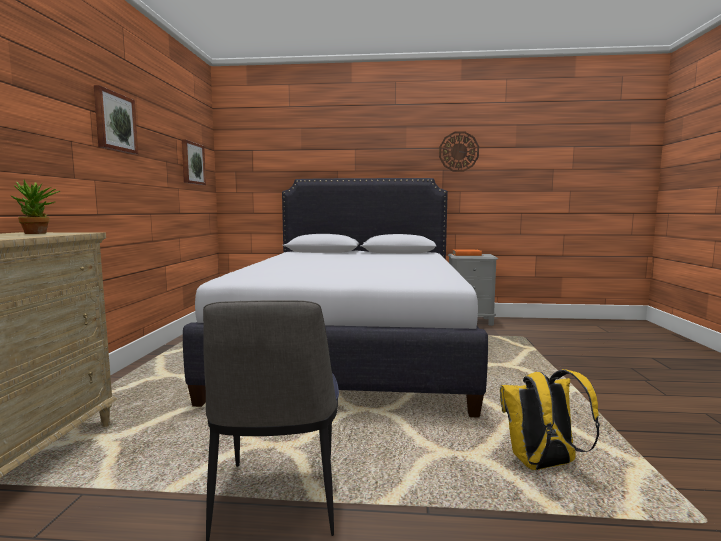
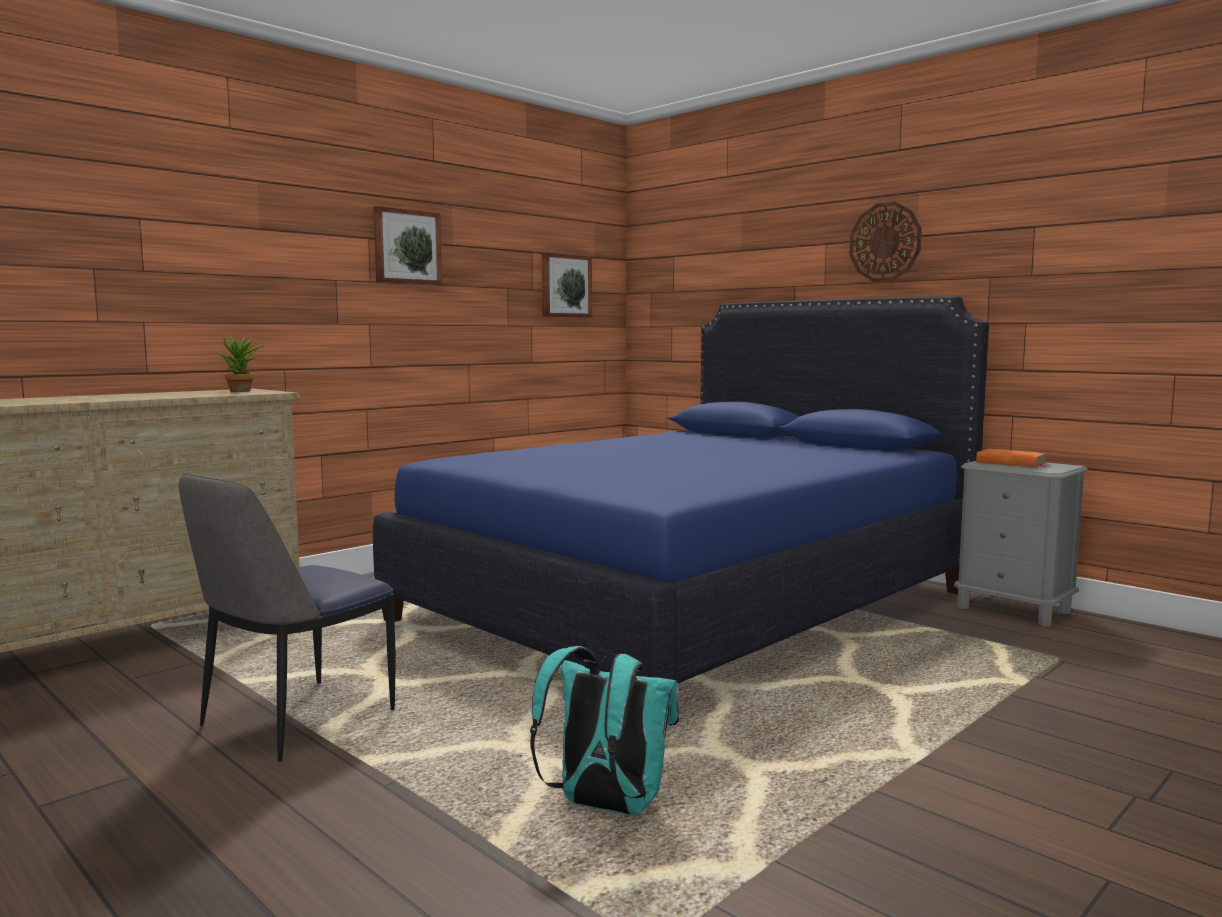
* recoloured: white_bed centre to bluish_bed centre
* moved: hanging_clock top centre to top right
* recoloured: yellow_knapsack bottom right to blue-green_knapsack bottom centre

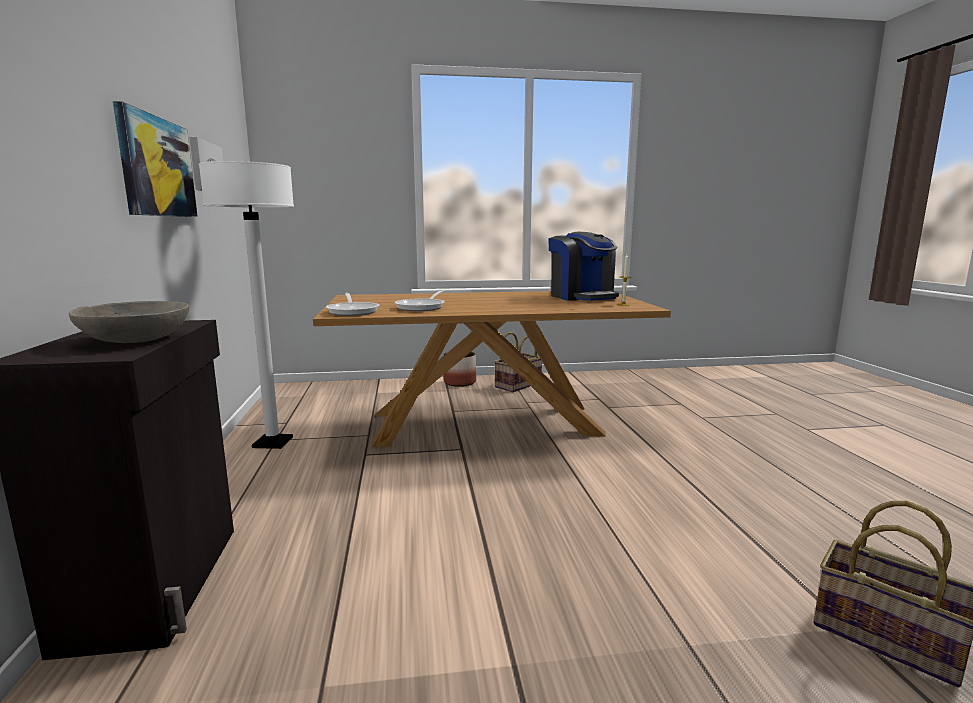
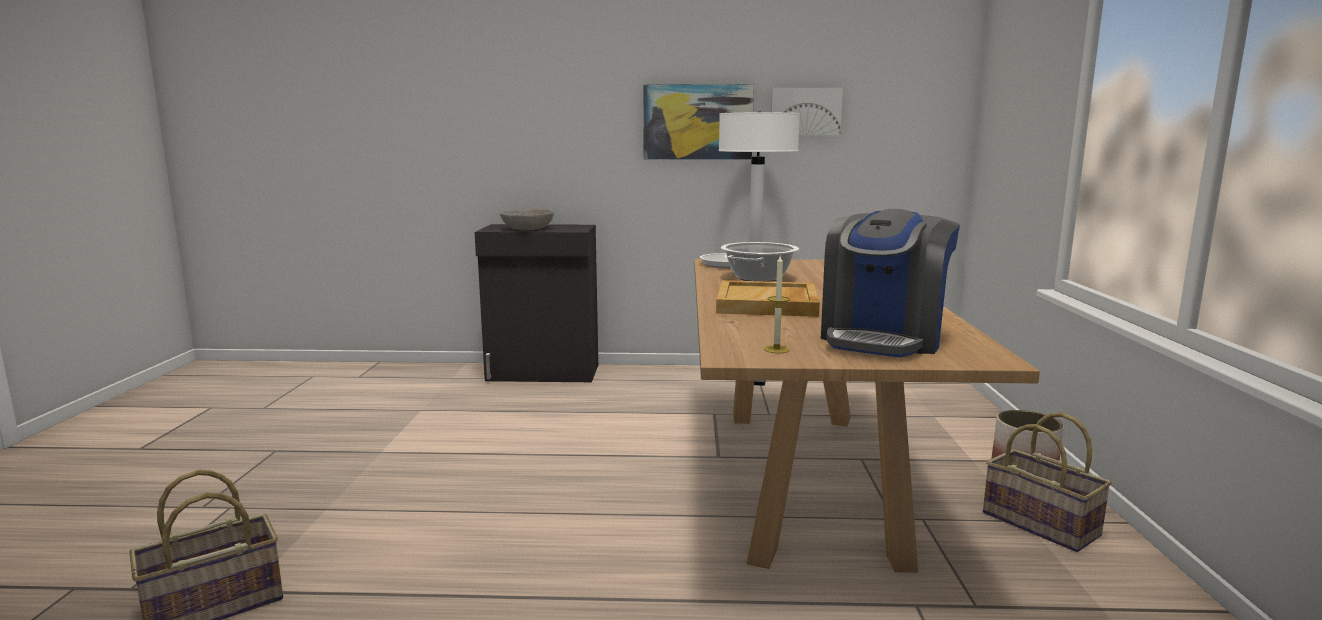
* replaced: pan (2nd from left) centre to saucepot centre
* turned: coffee_maker centre = middle right 45 degrees counterclockwise
* added: beige-coloured_tray centre

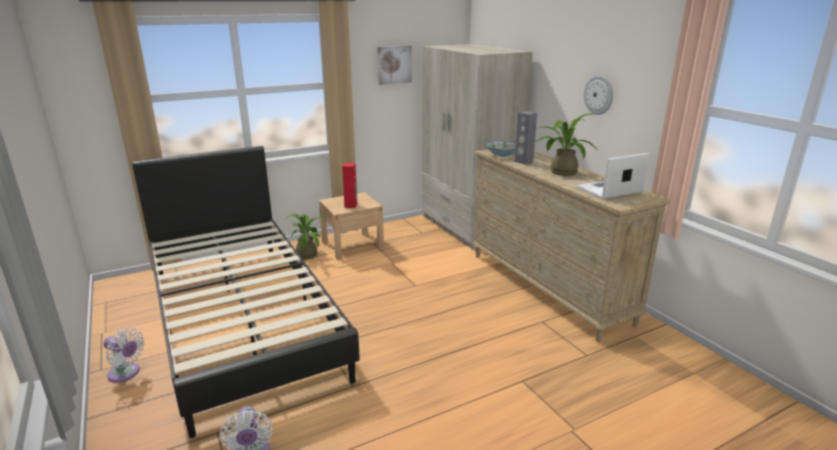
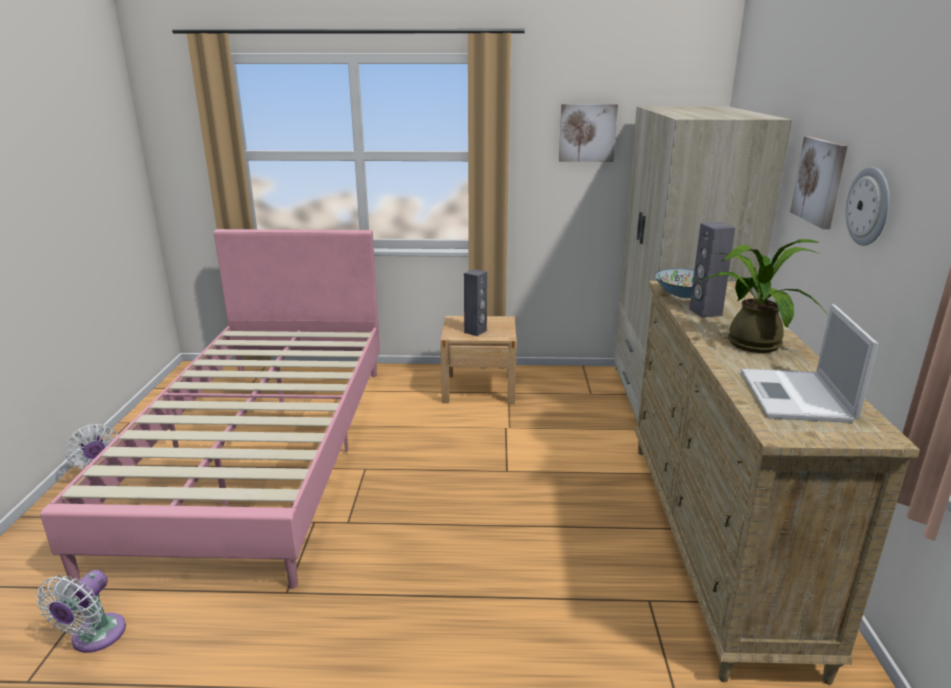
* recoloured: black_bed middle left to pink-coloured_bed middle left
* removed: houseplant (1st from left) centre
* recoloured: red_audio_speaker centre to greyish_audio_speaker (1st from left) centre
* turned: notebook_computer middle right = middle right 90 degrees counterclockwise
* added: wall_picture (2nd from left) top right

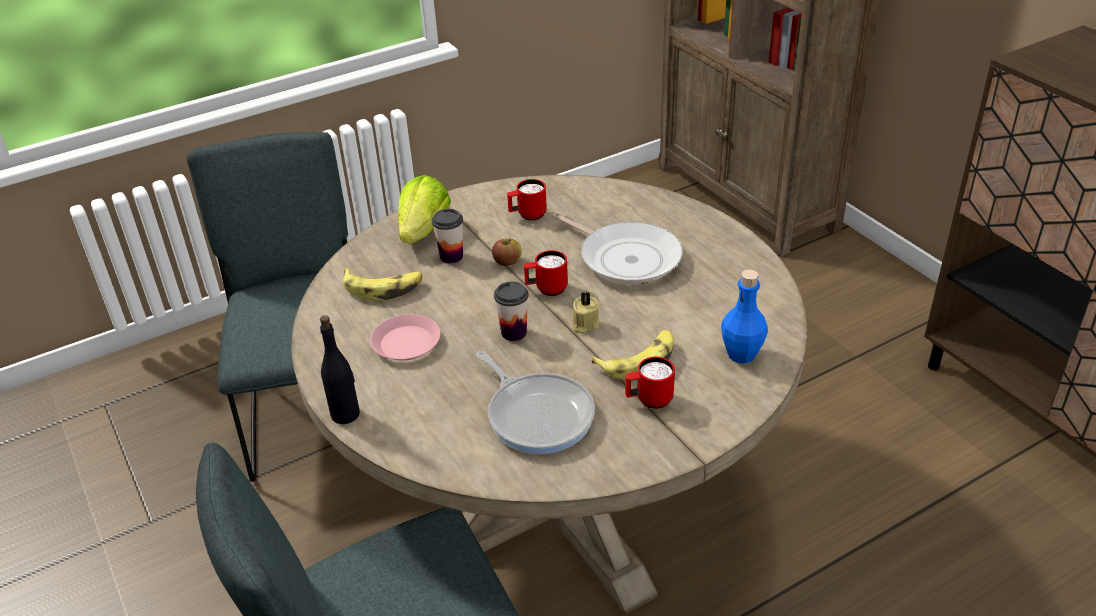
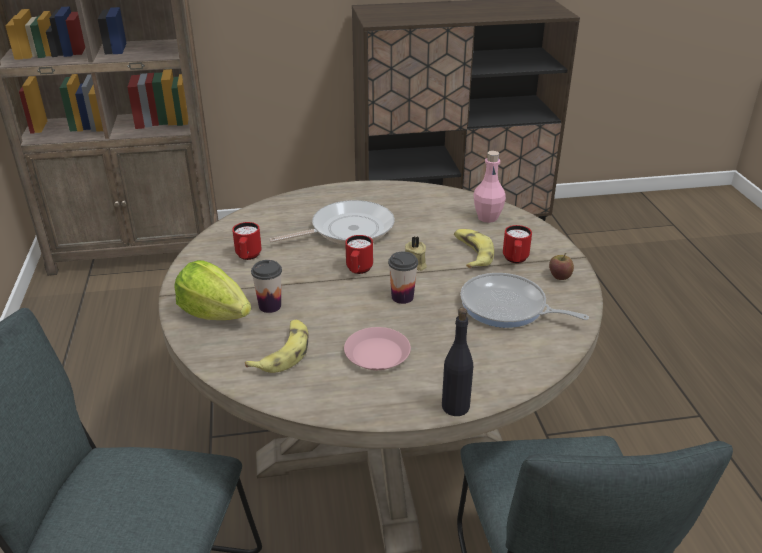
* turned: pan (1st from left in the first image) centre = middle right 135 degrees counterclockwise
* moved: apple_fruit centre to middle right
* recoloured: bluish_bottle middle right to pink-coloured_bottle centre

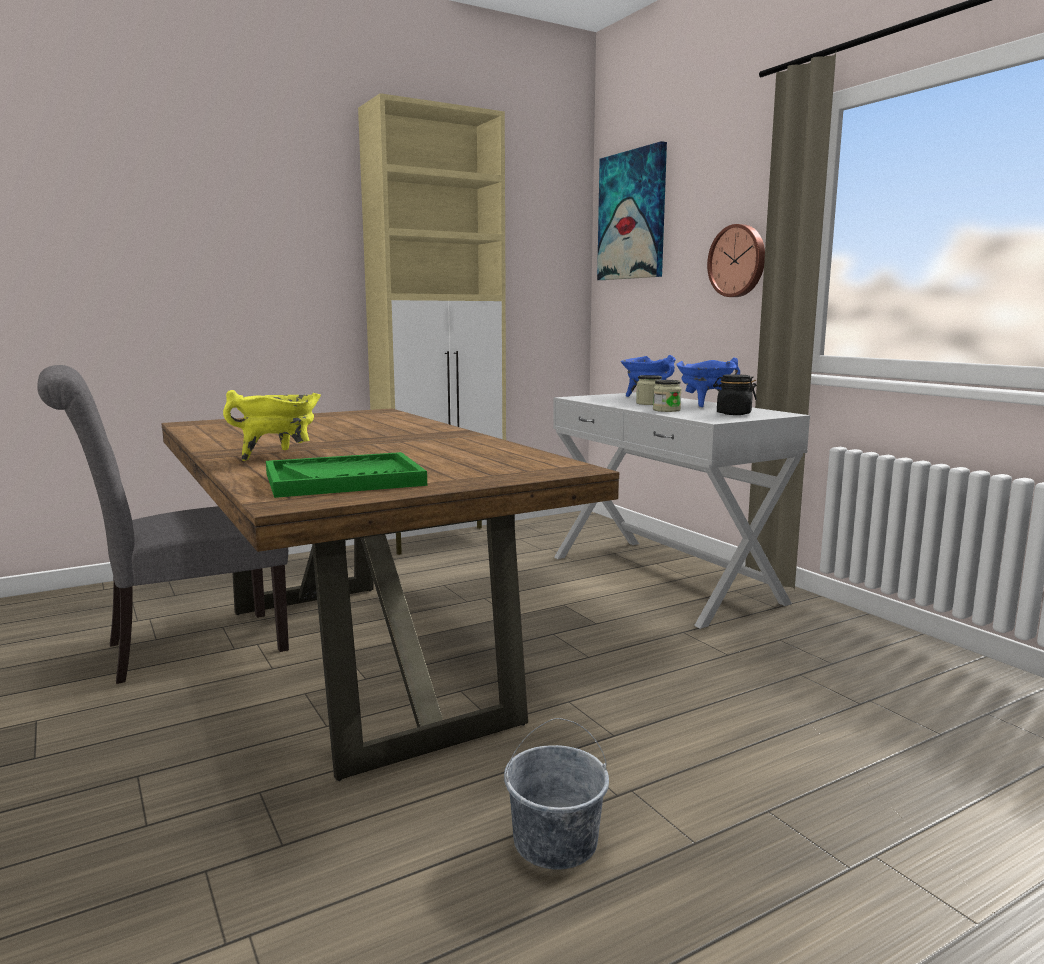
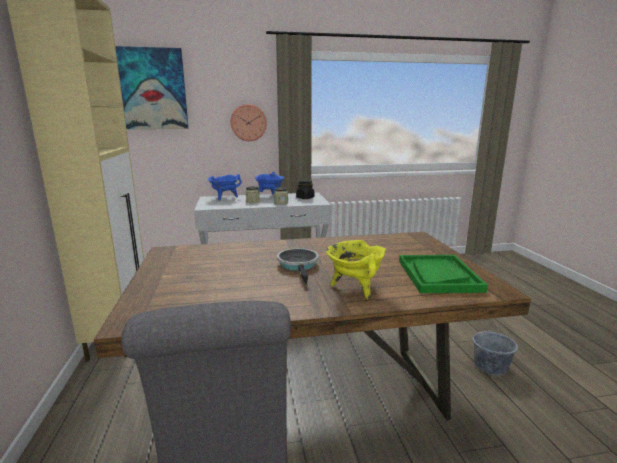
* added: pan centre

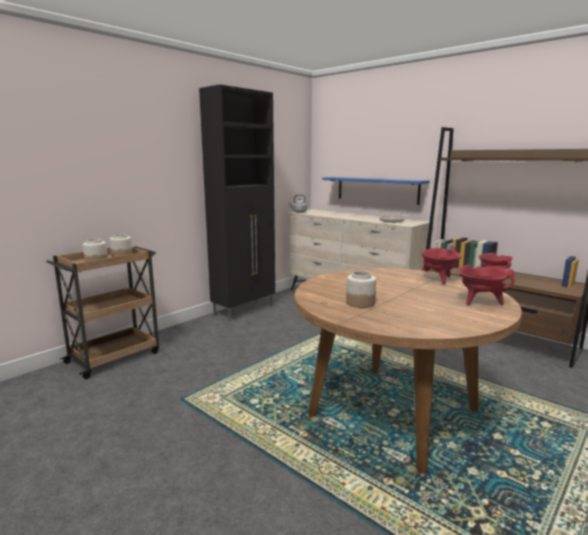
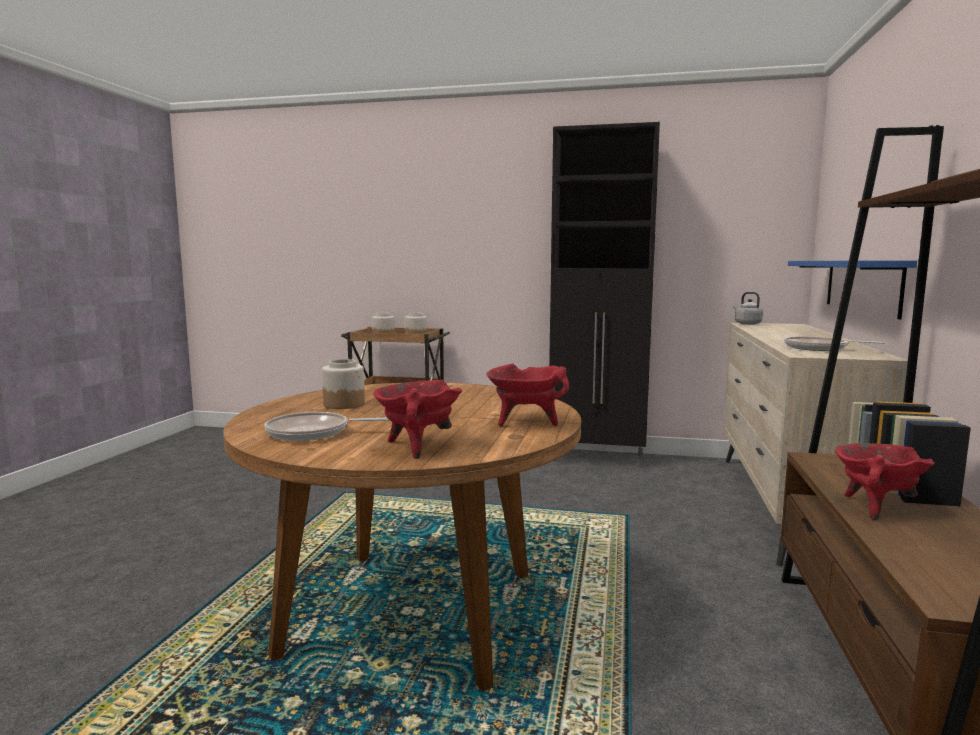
* added: pan (1st from left) centre

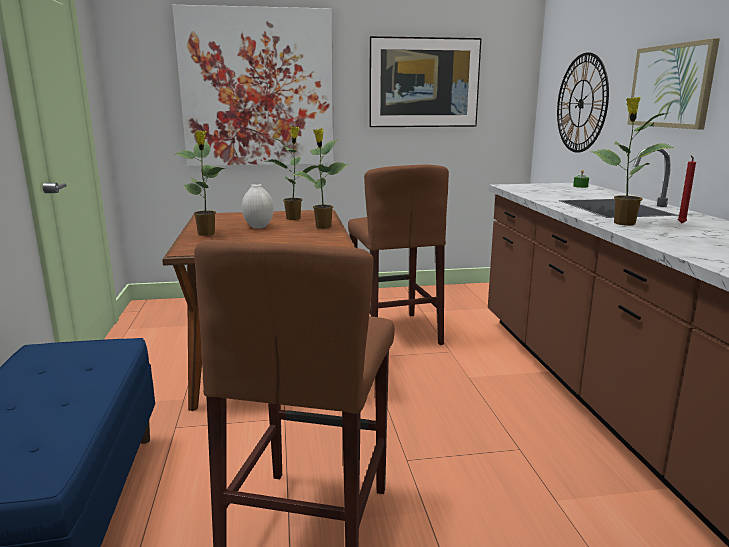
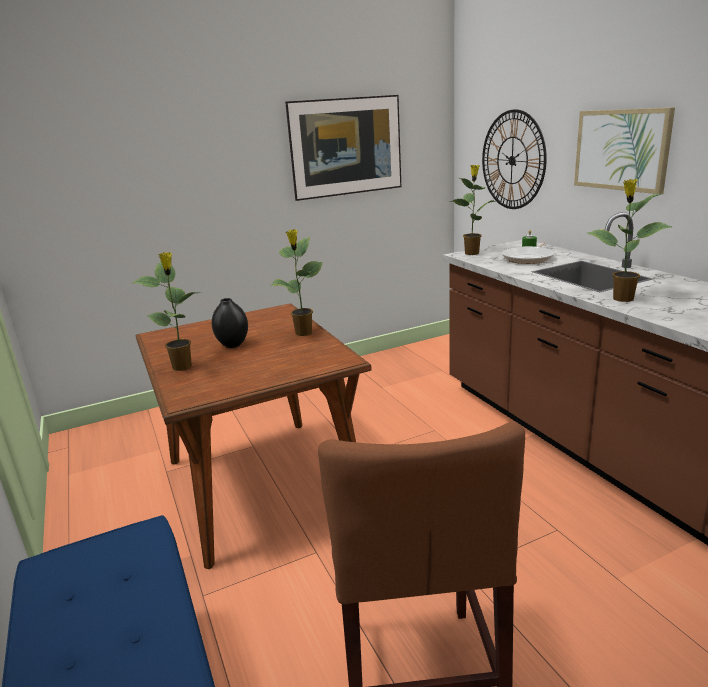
* removed: wall_picture (1st from left) top centre
* recoloured: white_decorative_vase centre to black_decorative_vase middle left
* moved: houseplant (2nd from left in the first image) top centre to houseplant (3rd from left) top right
* removed: brownish_stool_seat (2nd from left) centre
* removed: red_candle middle right
* added: pan middle right

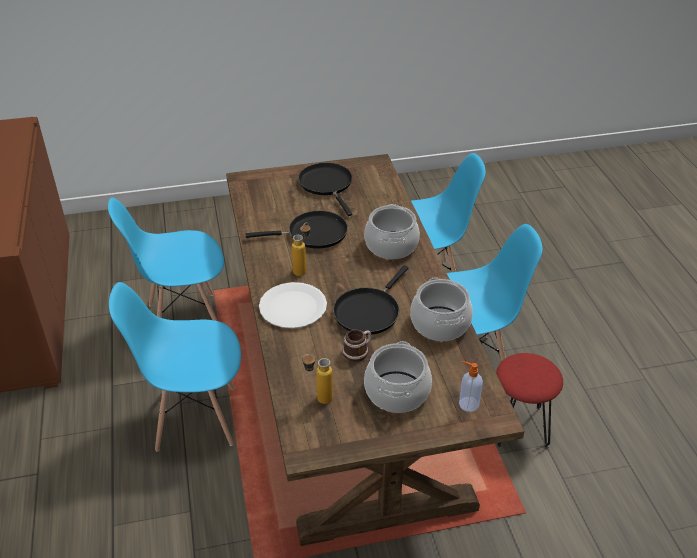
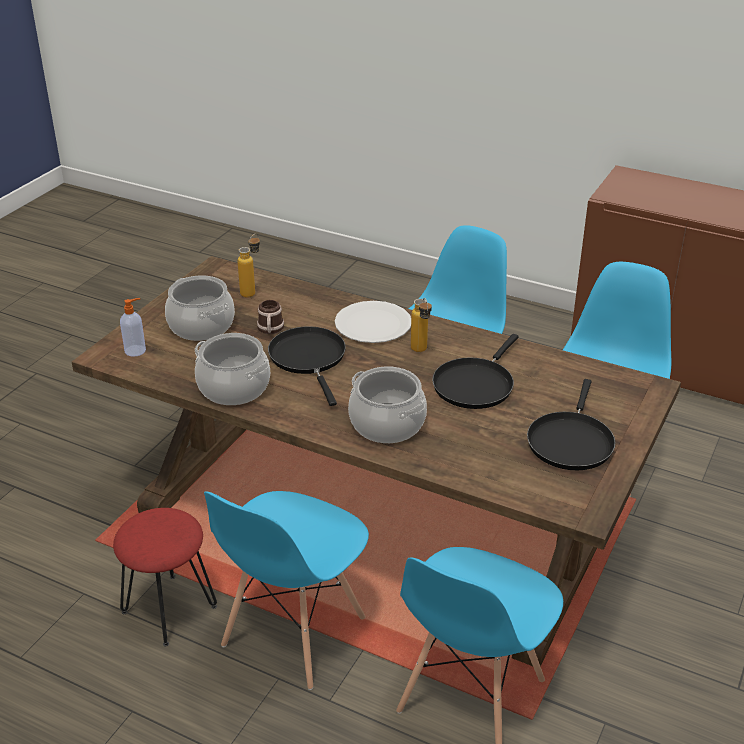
* turned: black_pan (2nd from left in the first image) centre = middle right 90 degrees clockwise

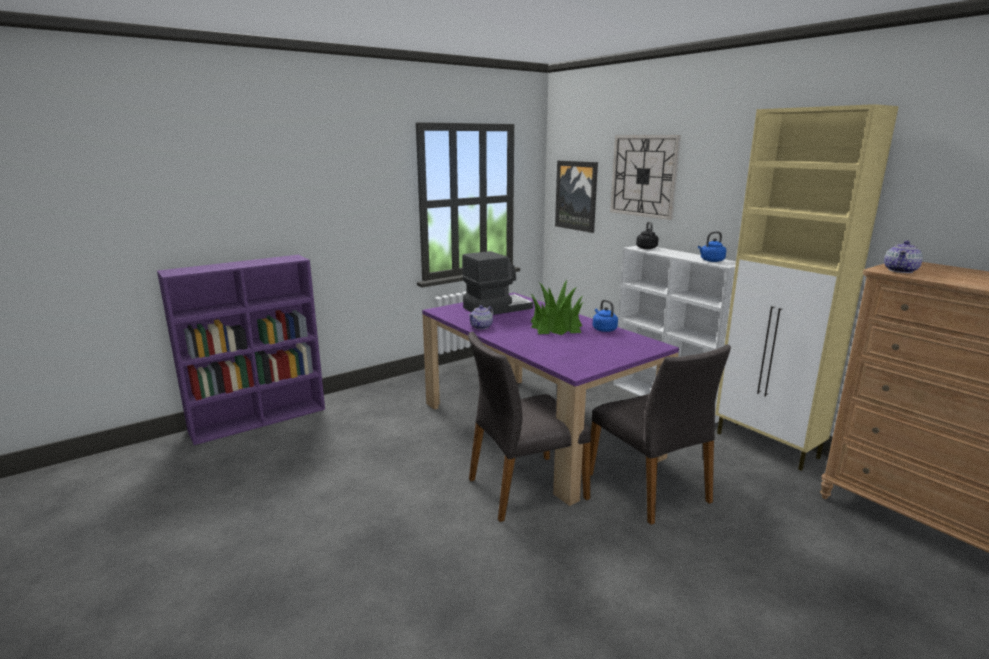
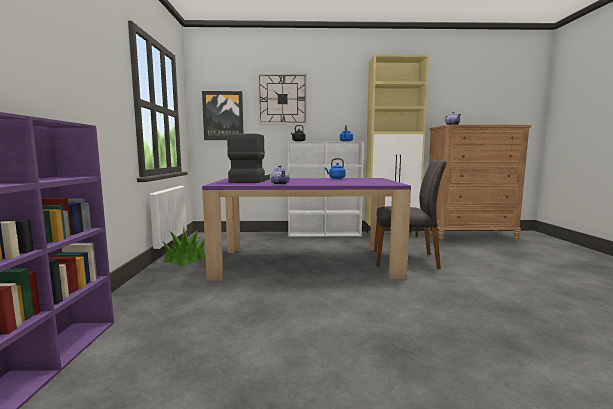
* removed: greyish_plain_chair (1st from left) centre
* moved: houseplant centre to middle left

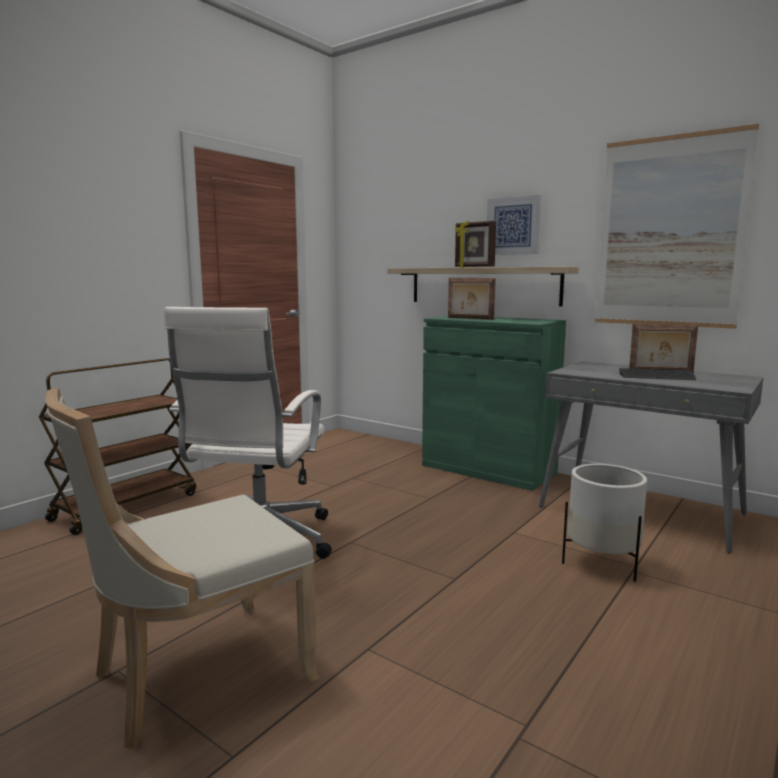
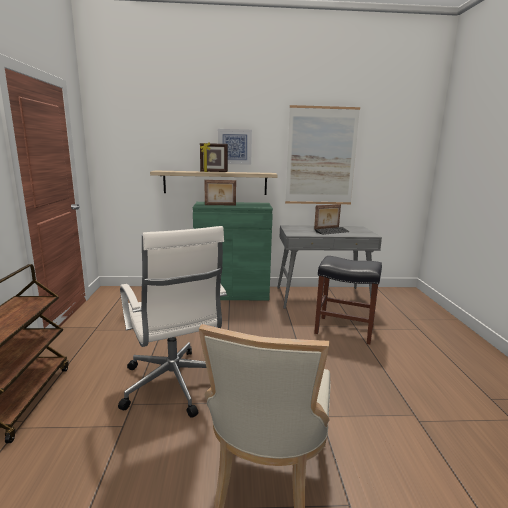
* replaced: white_flower_pot bottom right to black_stool_seat middle right

